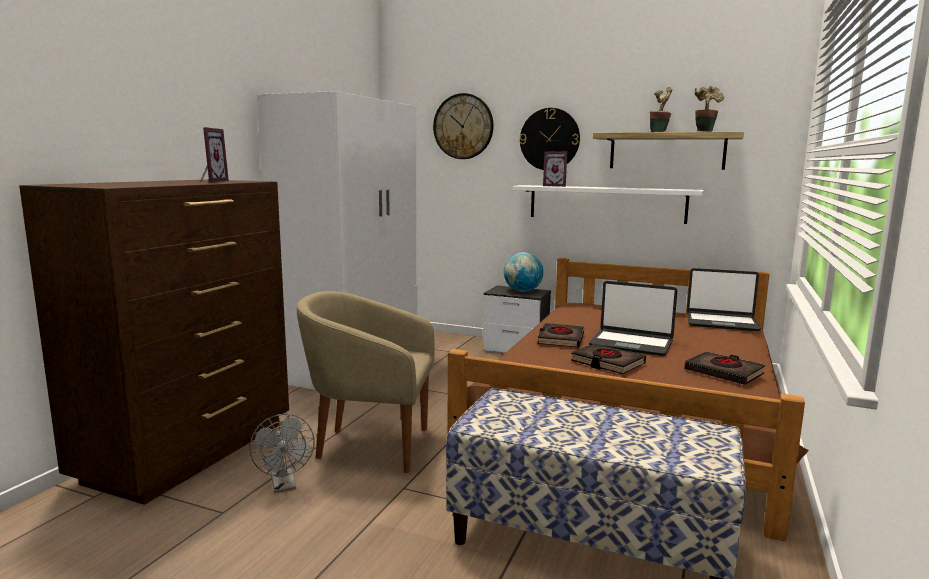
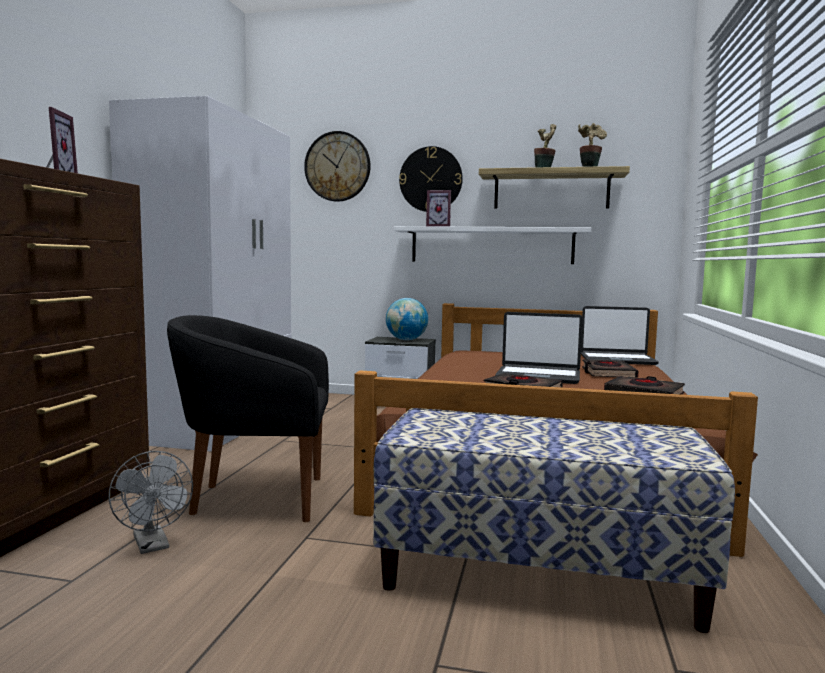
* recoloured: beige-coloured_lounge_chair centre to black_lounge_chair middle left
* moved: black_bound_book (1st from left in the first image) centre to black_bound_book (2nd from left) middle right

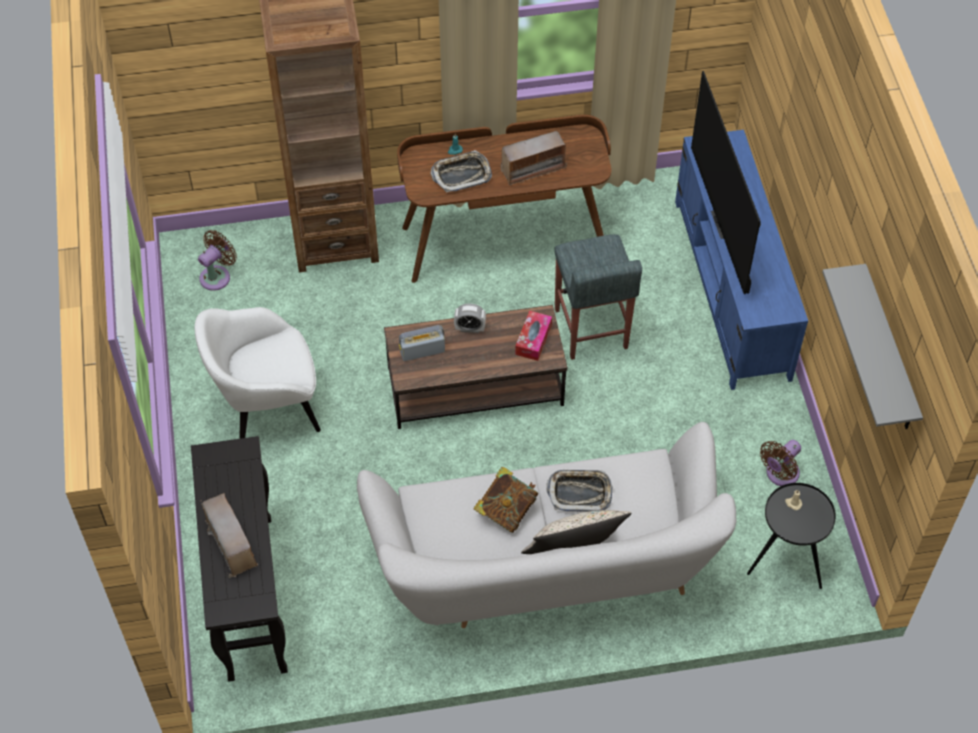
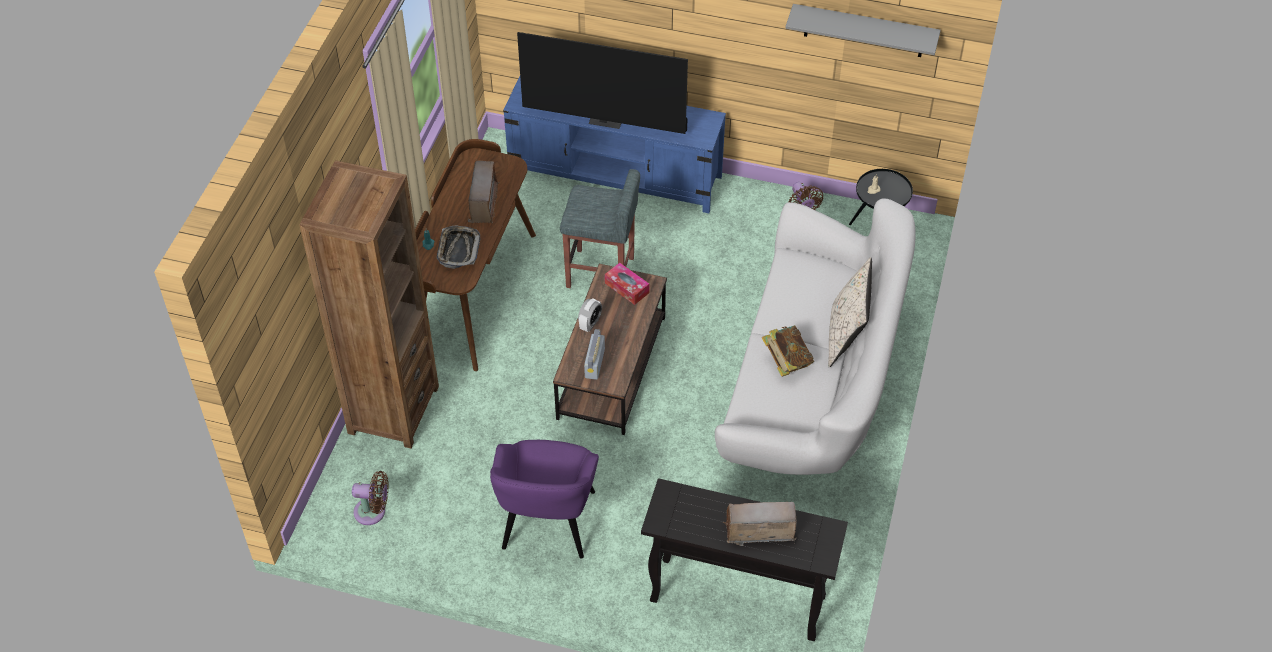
* recoloured: white_lounge_chair middle left to purple-coloured_lounge_chair bottom centre
* turned: brownish_electric_fan (1st from left) middle left = bottom left 120 degrees clockwise
* removed: tray (2nd from left) bottom centre

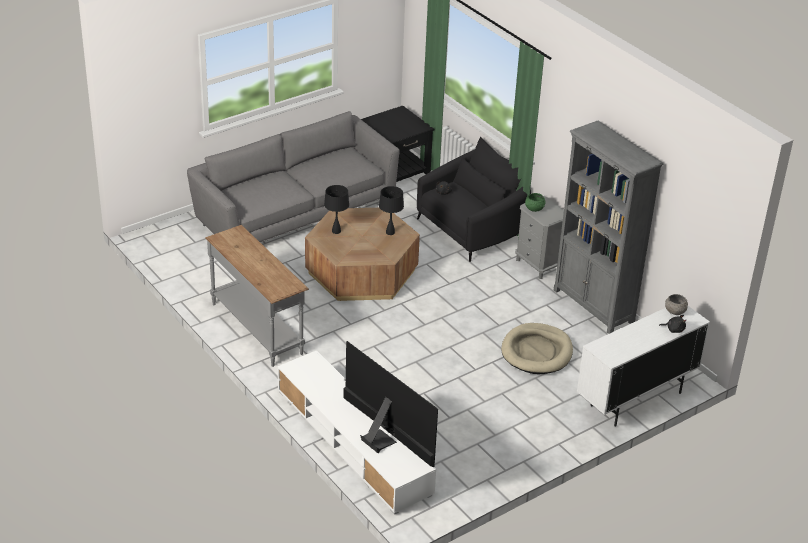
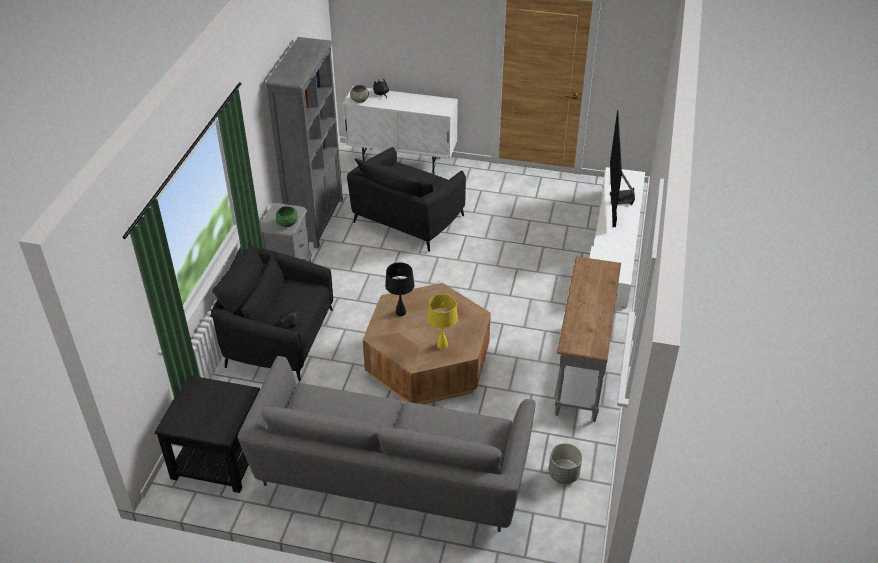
* recoloured: black_table_lamp (1st from left) centre to yellow_table_lamp centre
* replaced: beige-coloured_pet_bed centre to black_lounge_chair (2nd from left) centre
* added: greyish_flower_pot bottom centre

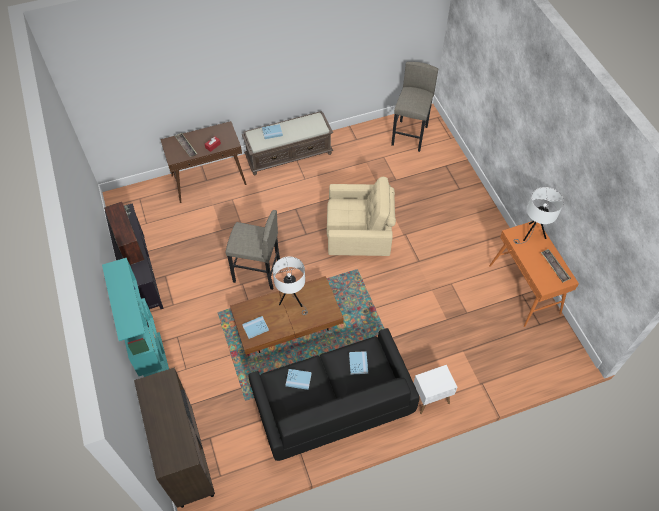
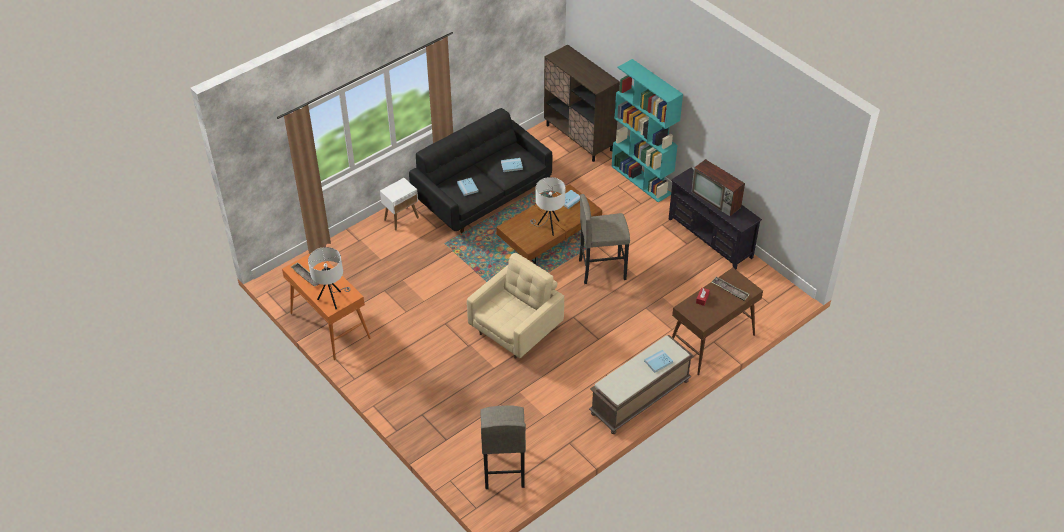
* turned: beige-coloured_lounge_chair centre = centre 150 degrees clockwise

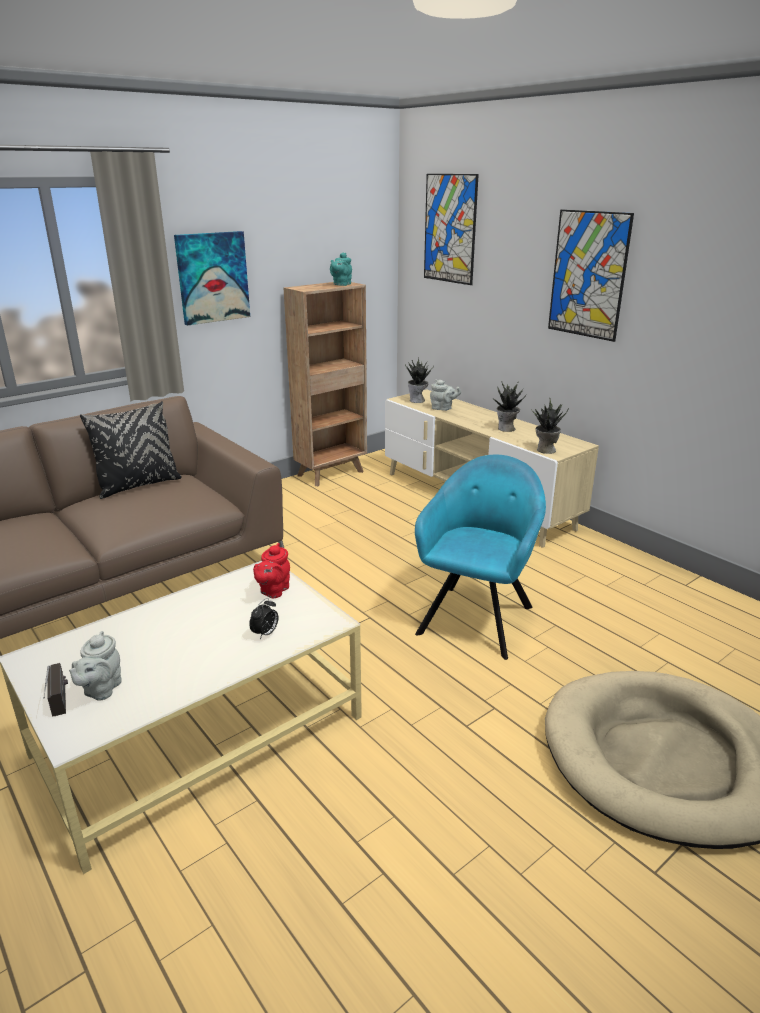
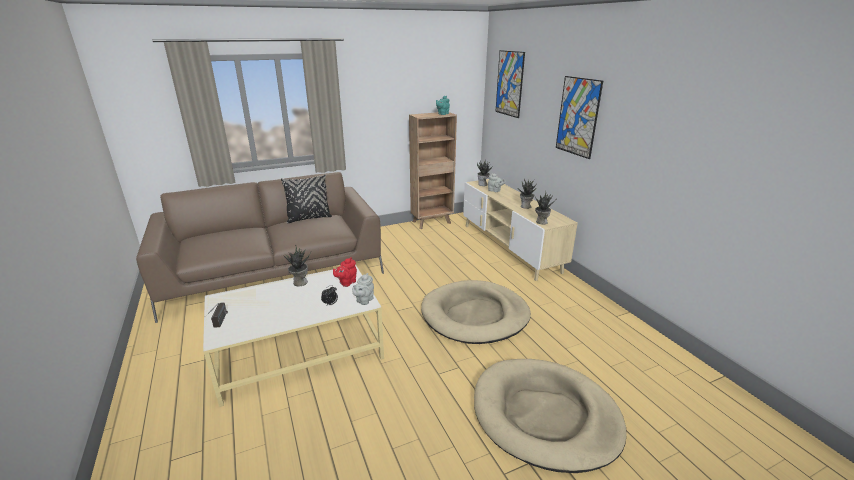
* moved: greyish_pot_for_tea (1st from left) middle left to centre
* removed: wall_picture (1st from left) top left
* replaced: blue-green_lounge_chair centre to beige-coloured_pet_bed (1st from left) centre
* added: houseplant (1st from left) centre

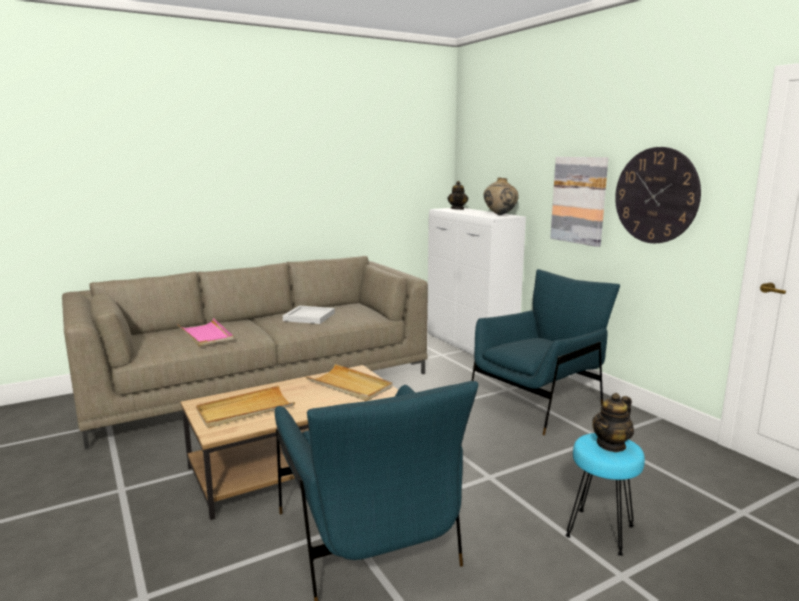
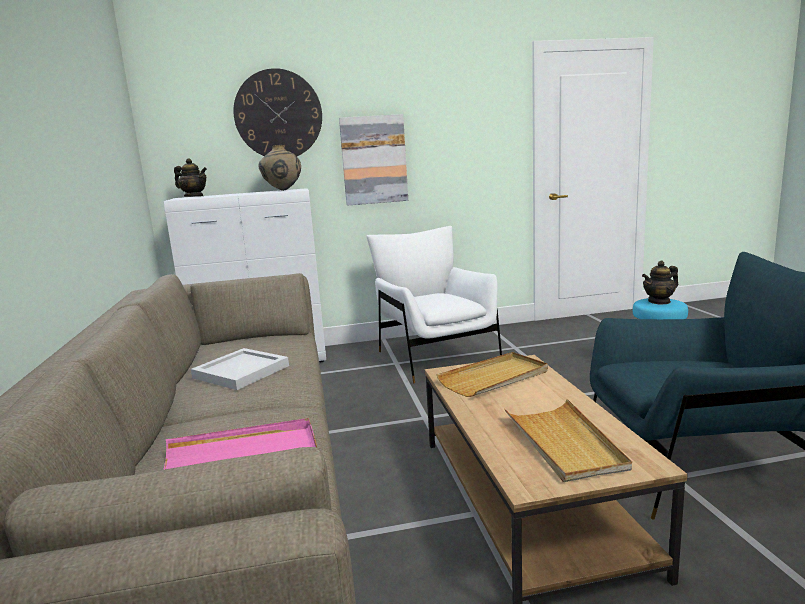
* recoloured: bluish_lounge_chair (2nd from left) middle right to white_lounge_chair centre
* turned: pot_for_tea (2nd from left) bottom right = middle right 90 degrees clockwise
* moved: hanging_clock top right to top centre

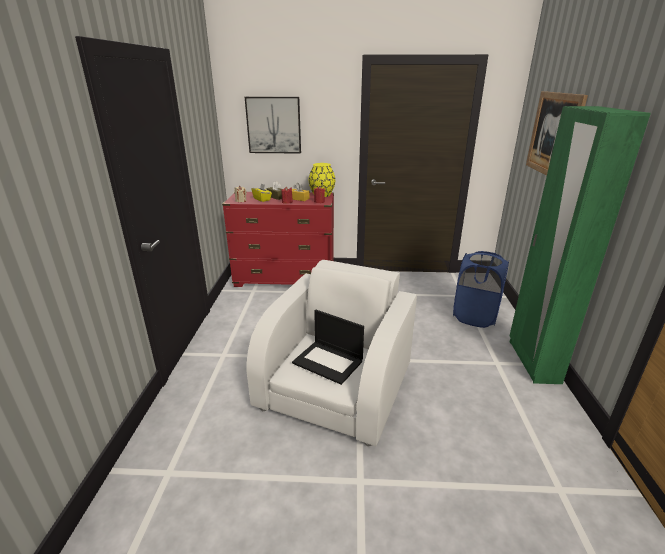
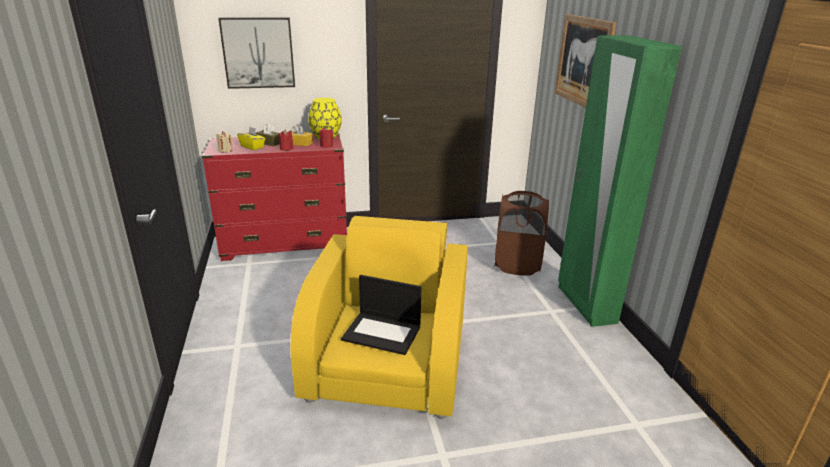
* recoloured: white_lounge_chair centre to yellow_lounge_chair bottom centre
* recoloured: bluish_hamper middle right to brownish_hamper centre

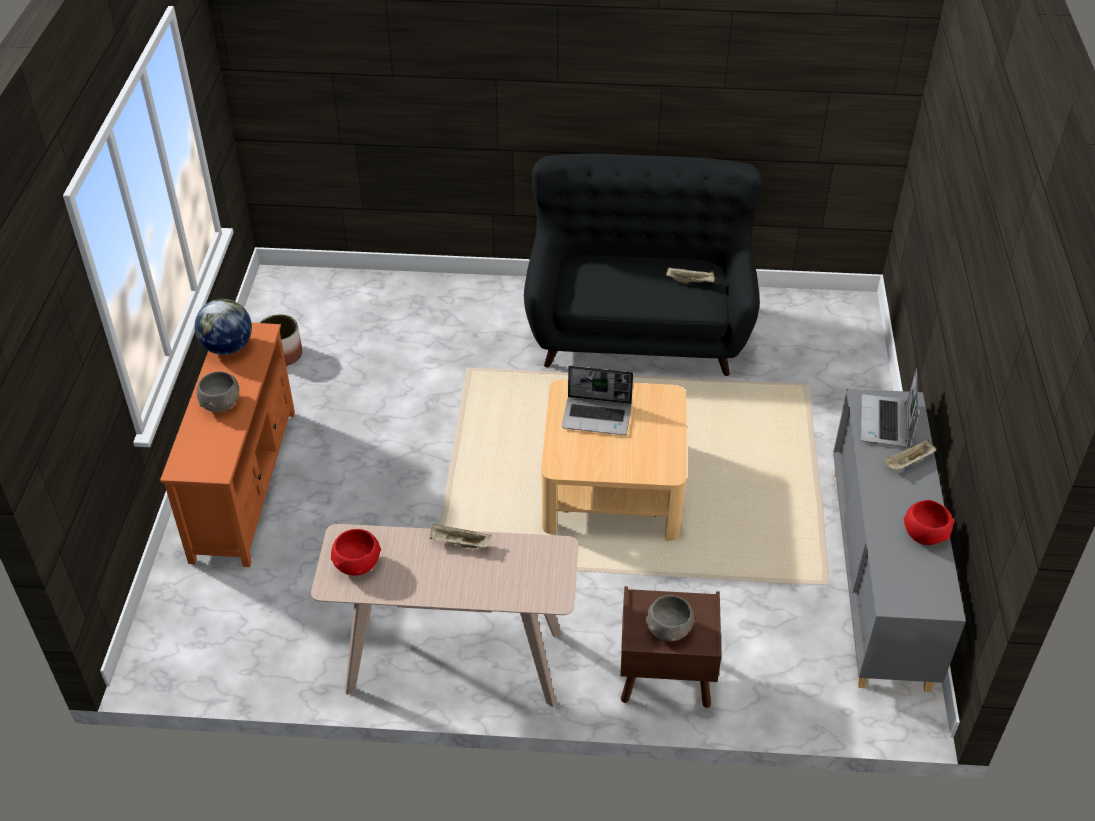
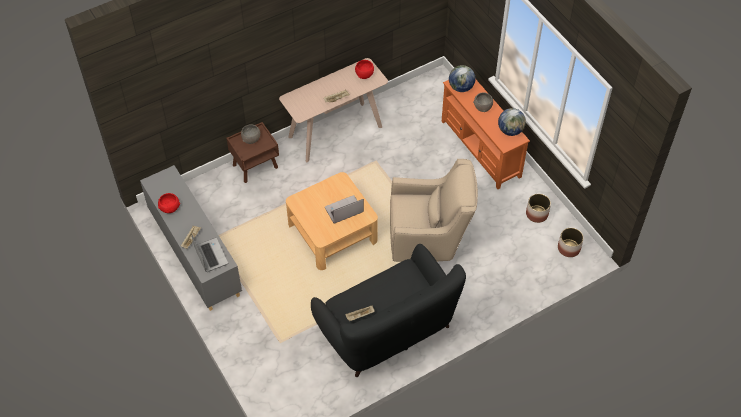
* added: beige-coloured_lounge_chair centre
* added: globe (1st from left) top centre
* added: flower_pot (2nd from left) middle right

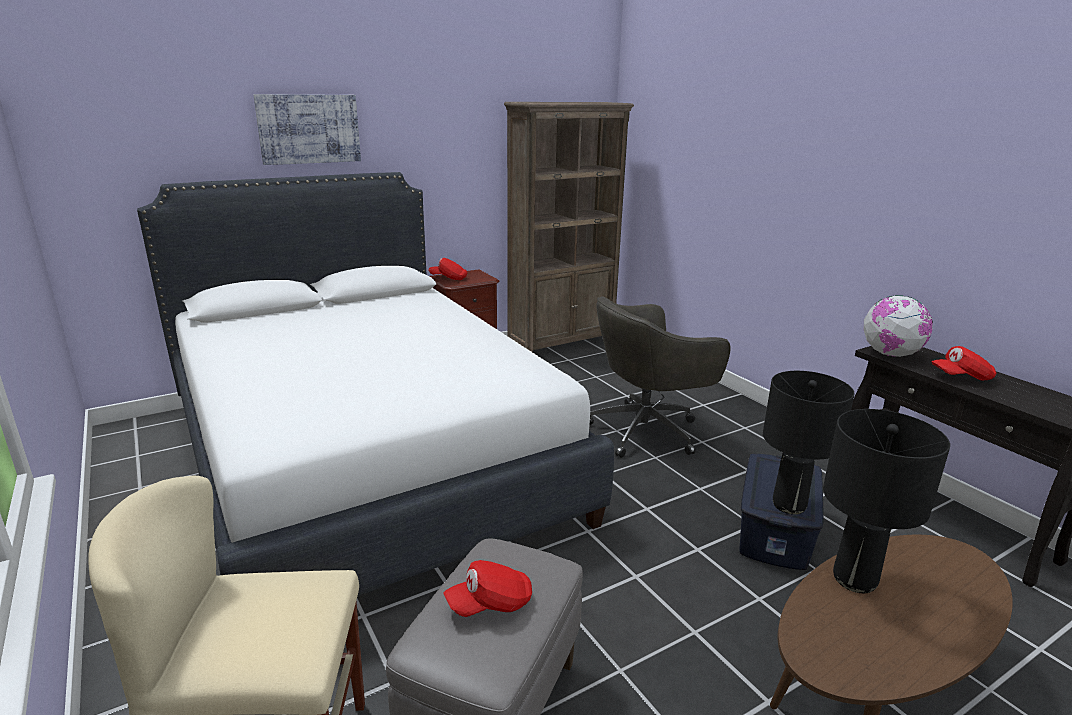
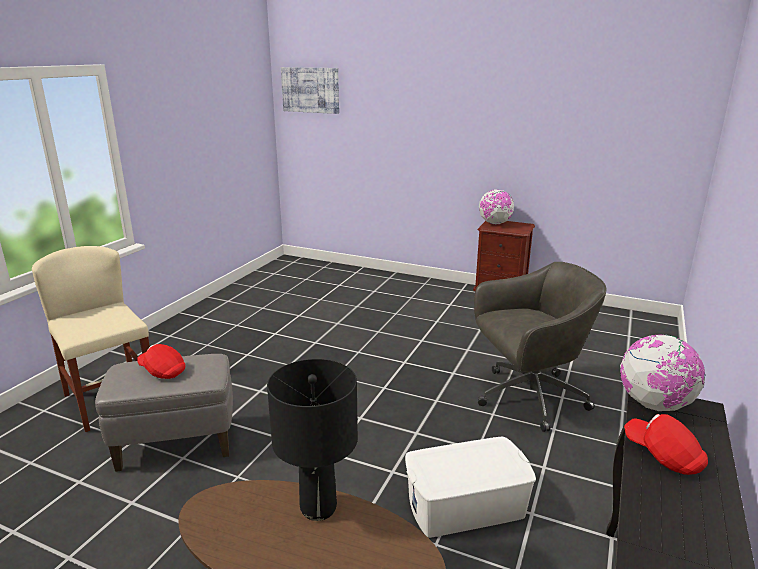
* removed: white_bed centre
* moved: wall_picture top left to top centre
* replaced: red_peaked_cap (1st from left) centre to globe (1st from left) centre
* removed: brownish_bookshelf top centre
* turned: greyish_office_chair centre = middle right 135 degrees clockwise
* recoloured: bluish_storage_container bottom right to white_storage_container bottom centre
* removed: black_table_lamp (1st from left) middle right

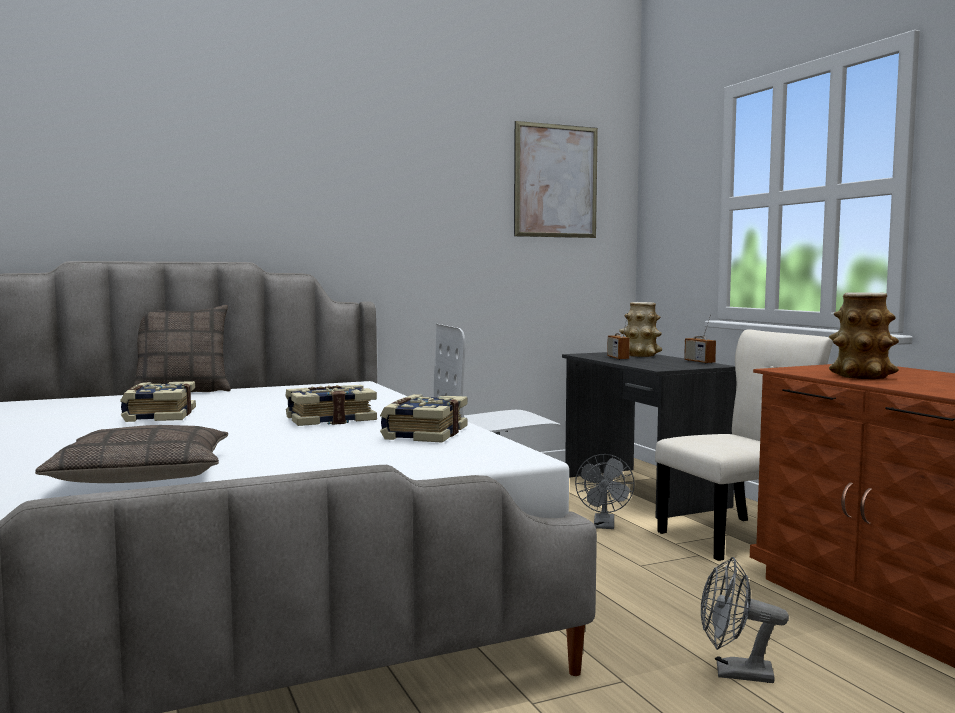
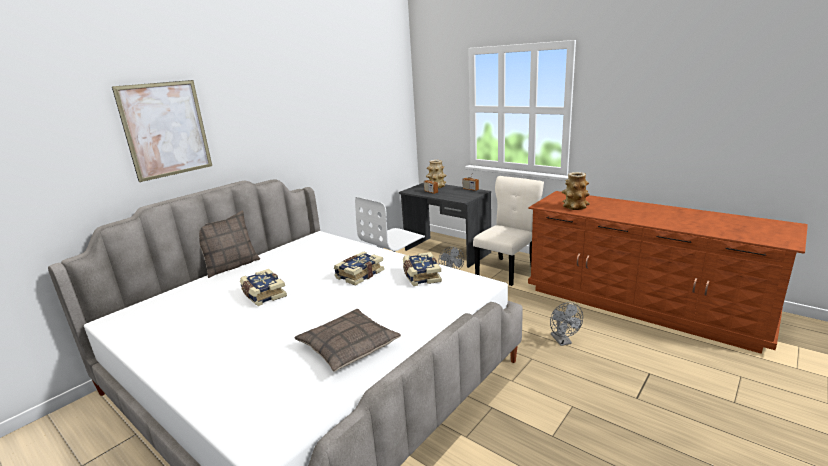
* moved: wall_picture top centre to top left
* turned: greyish_electric_fan (2nd from left) bottom right = bottom right 90 degrees counterclockwise

